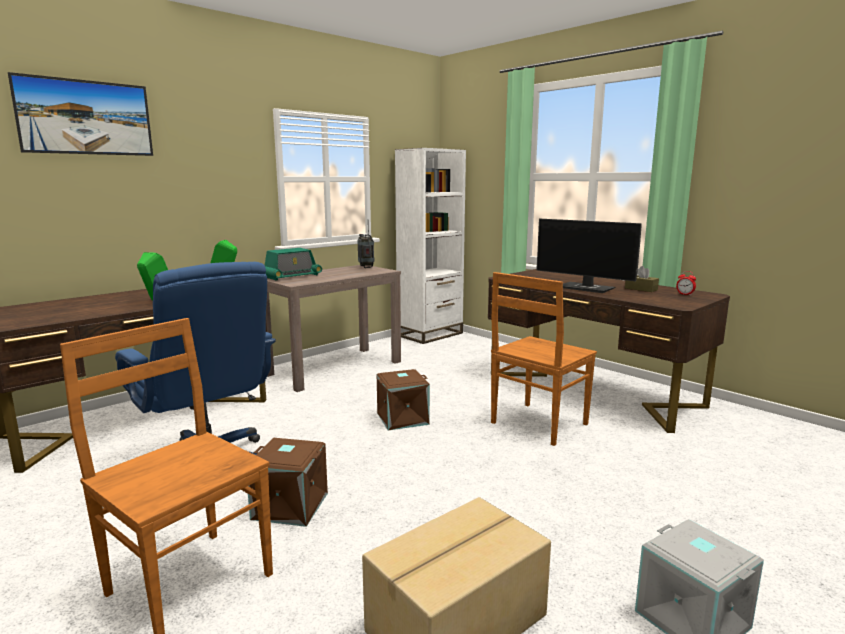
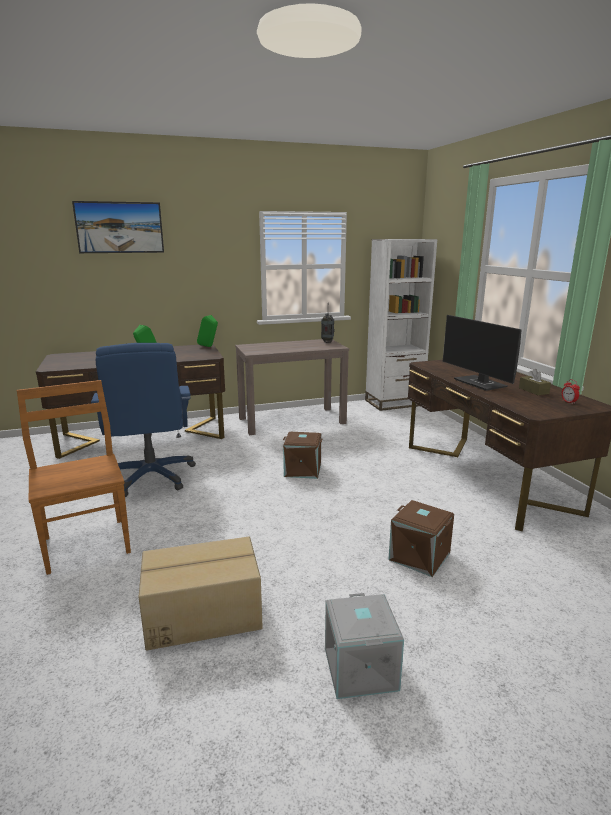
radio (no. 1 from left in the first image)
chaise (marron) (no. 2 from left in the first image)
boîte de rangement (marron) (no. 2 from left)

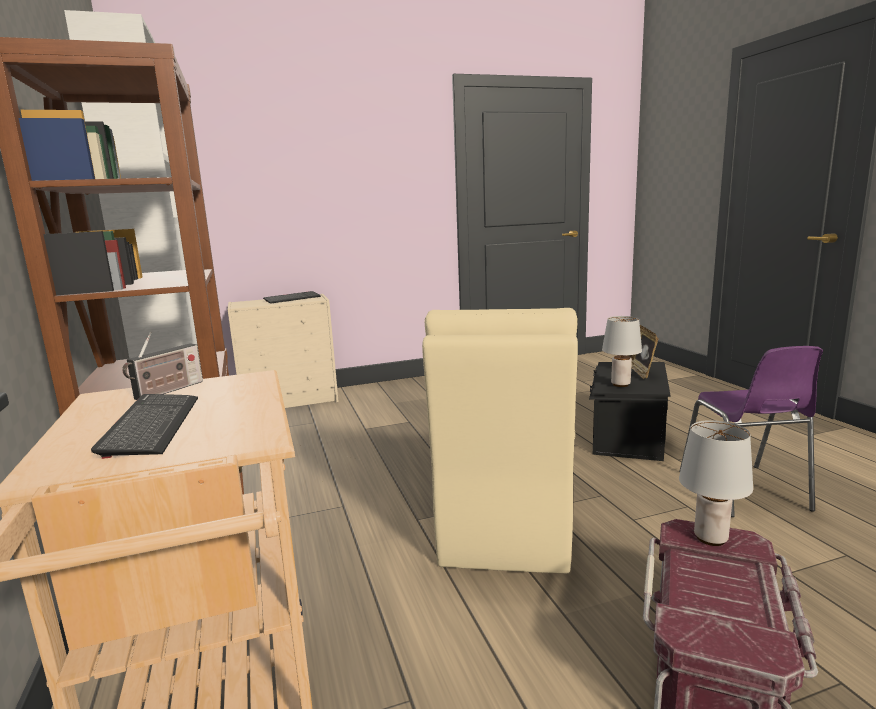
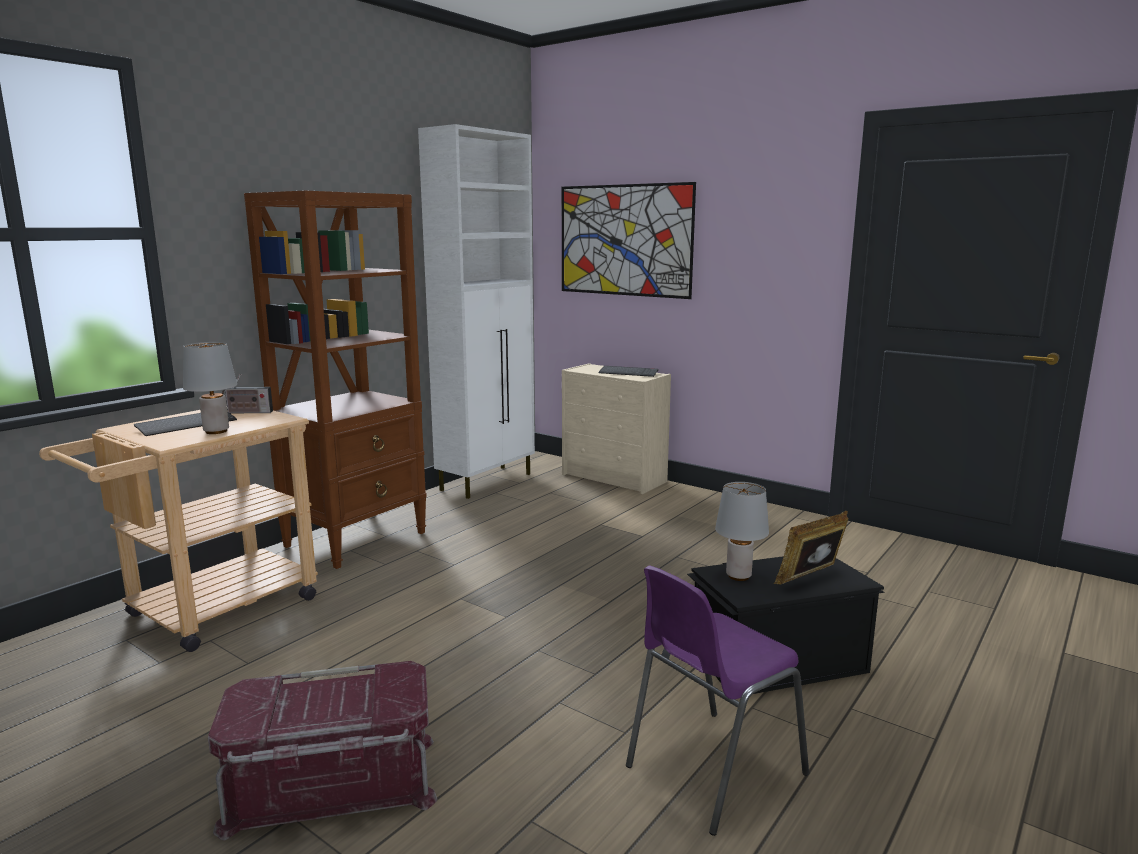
chaise (beige)
tableau
lampe de table (gris) (no. 1 from left)

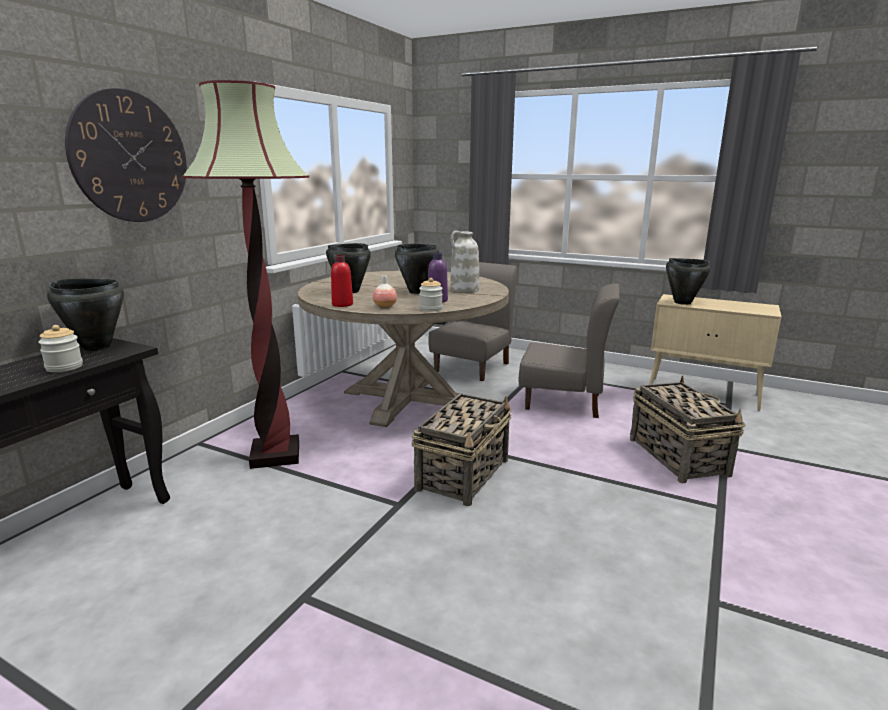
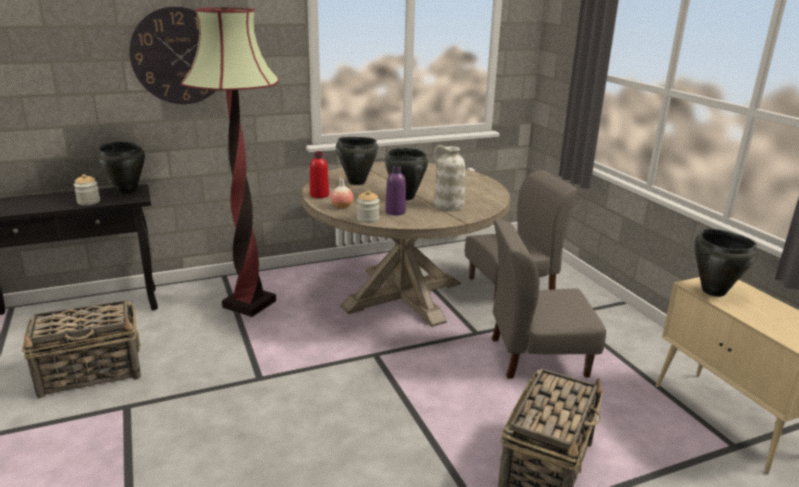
panier (no. 1 from left)
chaise (gris) (no. 2 from left)

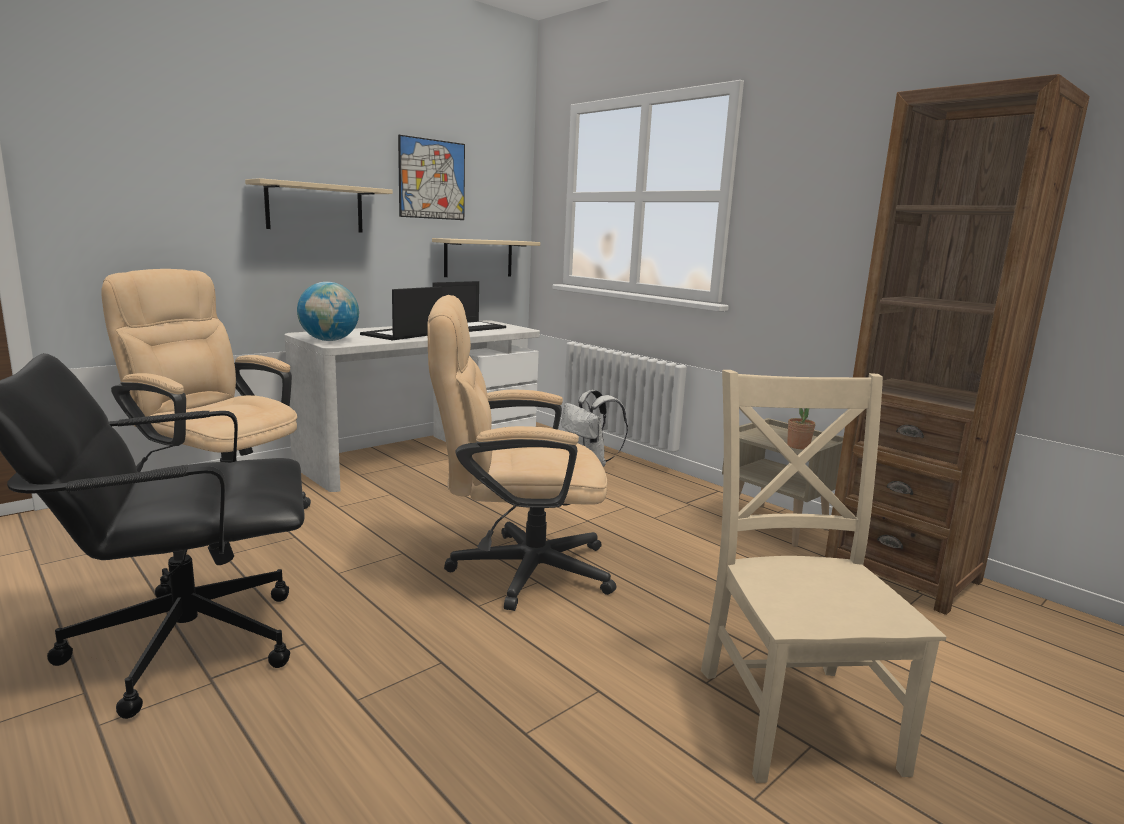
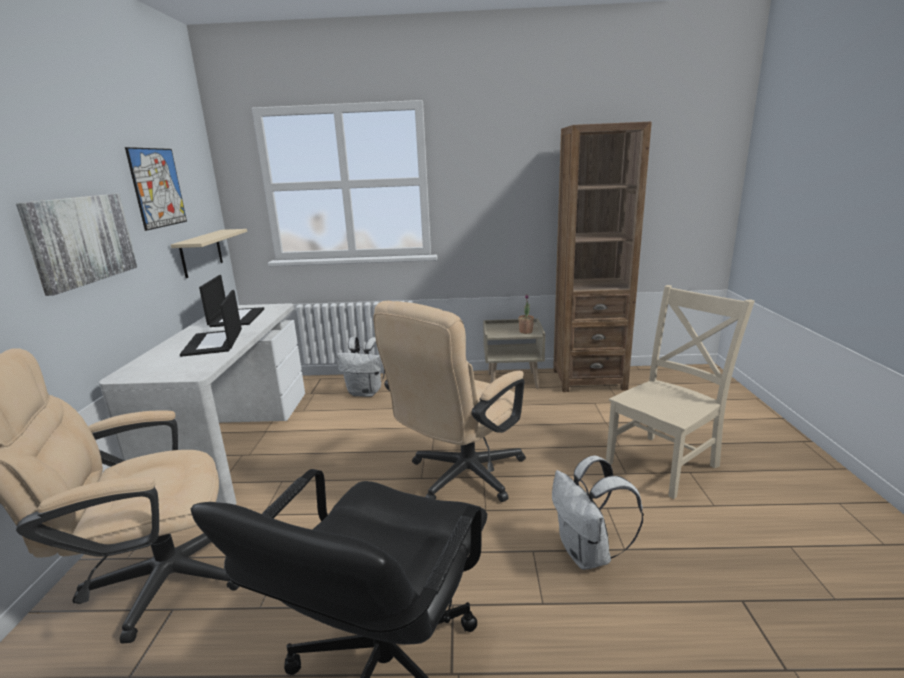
globe
sac à dos (blanc) (no. 2 from left)
tableau (no. 1 from left)
chaise (beige)

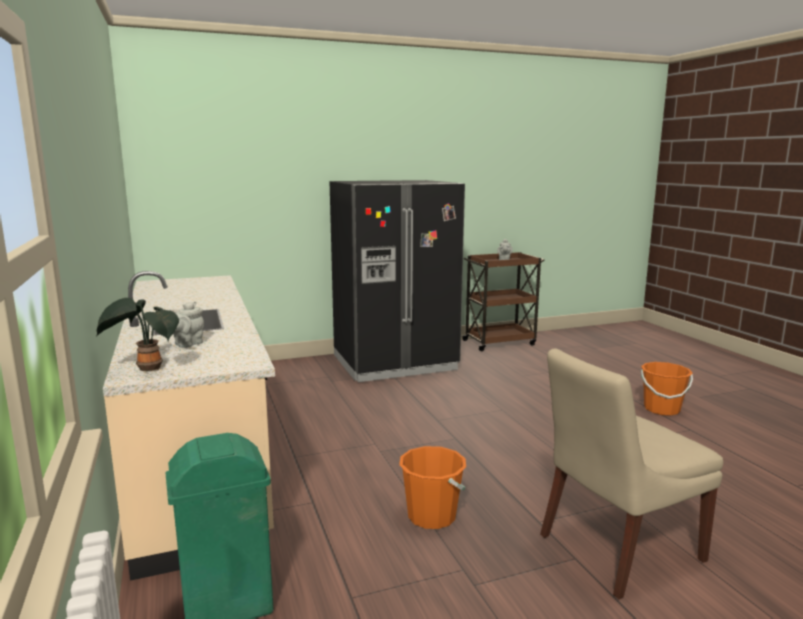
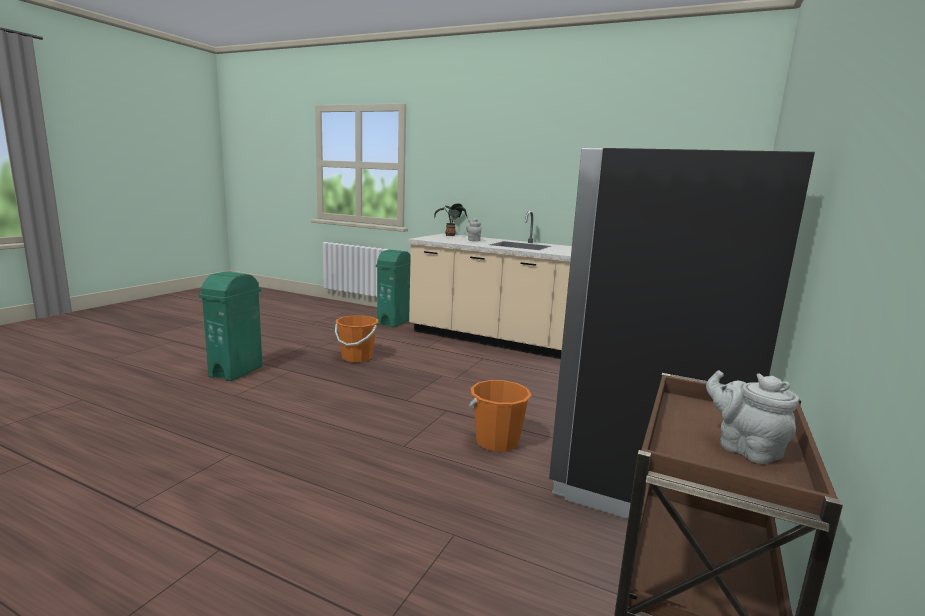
seau (orange) (no. 2 from left)
poubelle (vert) (no. 1 from left)

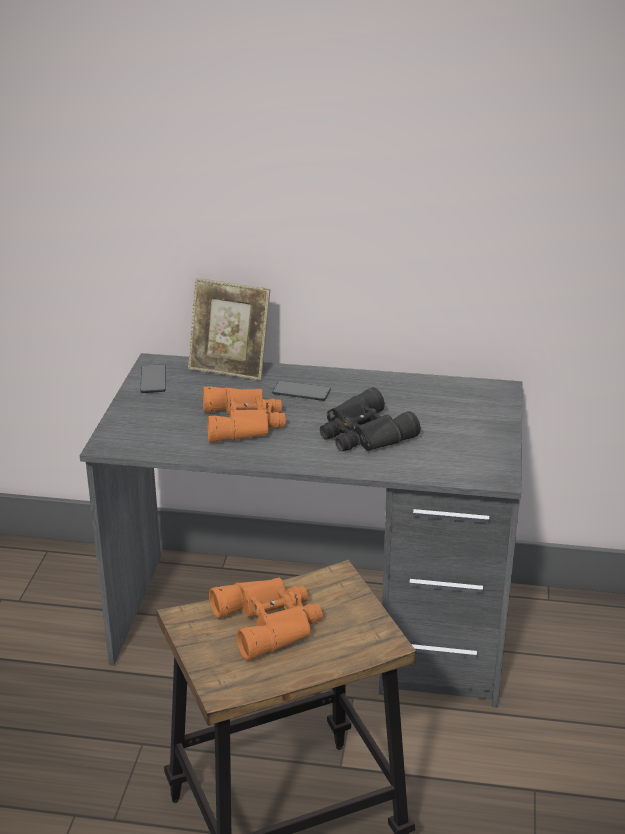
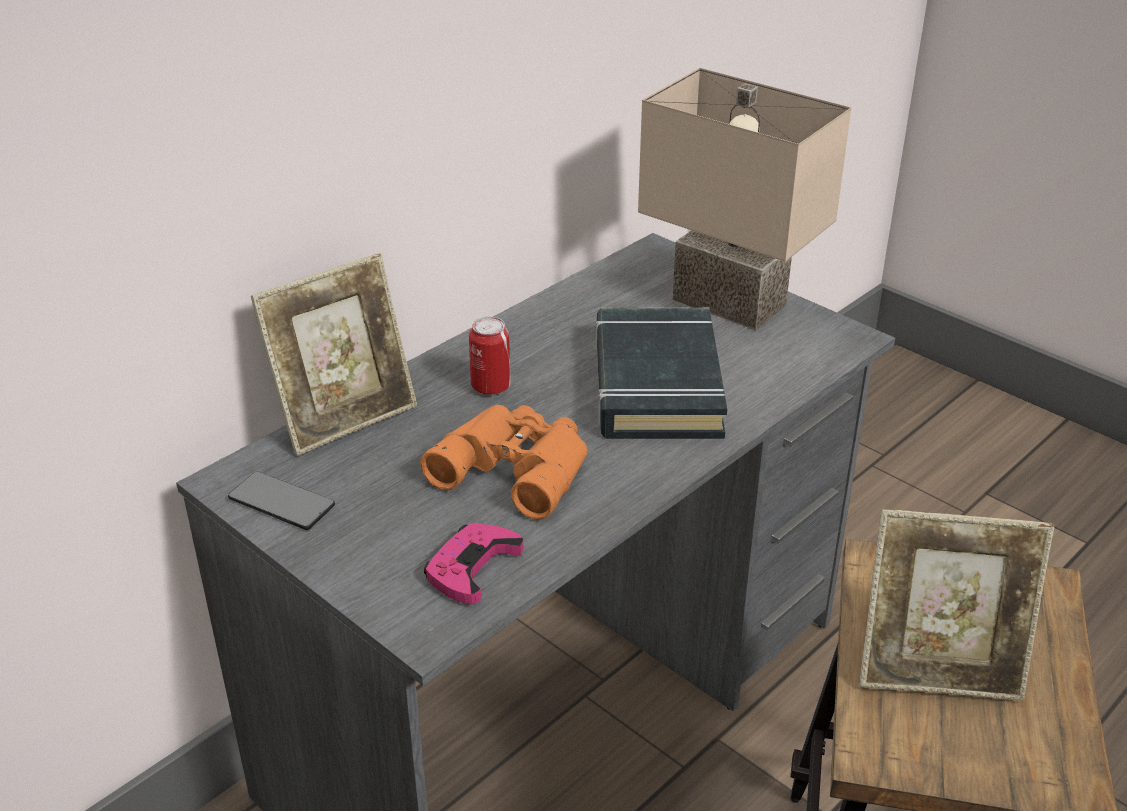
manette (rose)
lampe de table (beige)
cadre photo (no. 2 from left)
boîte métallique
livre (noir)

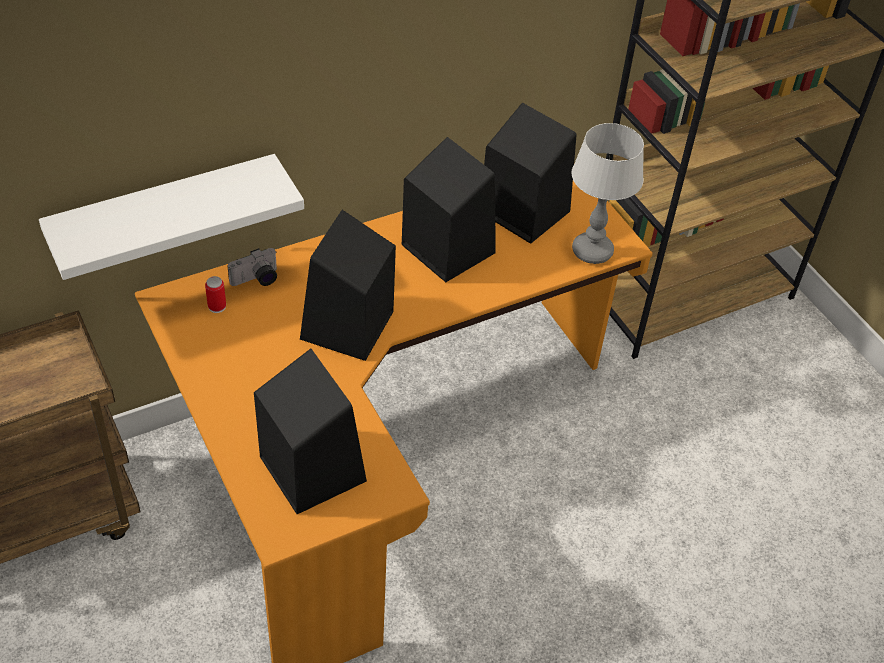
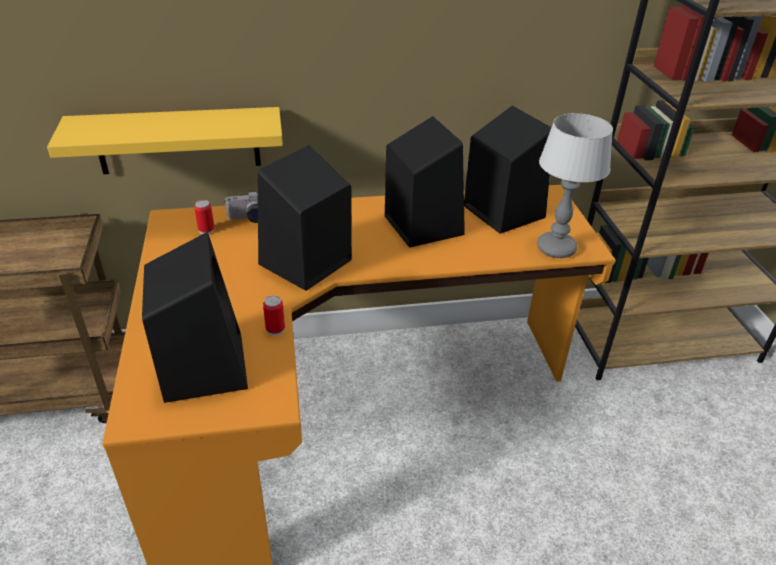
boîte métallique (no. 2 from left)
étagère (jaune)

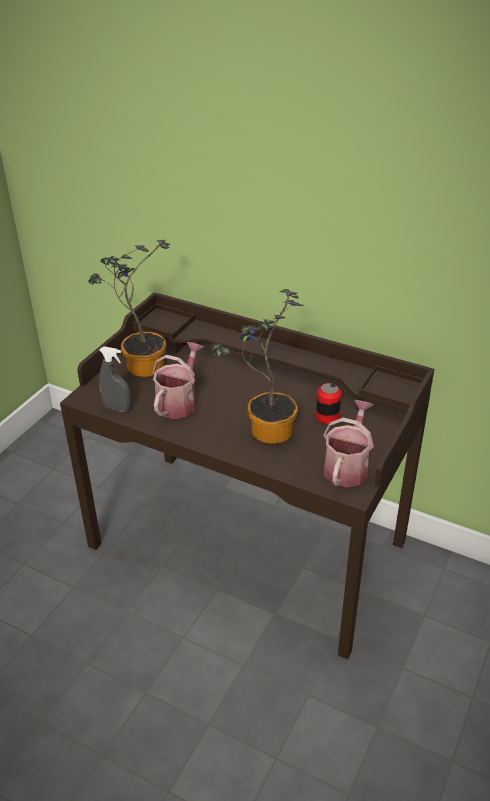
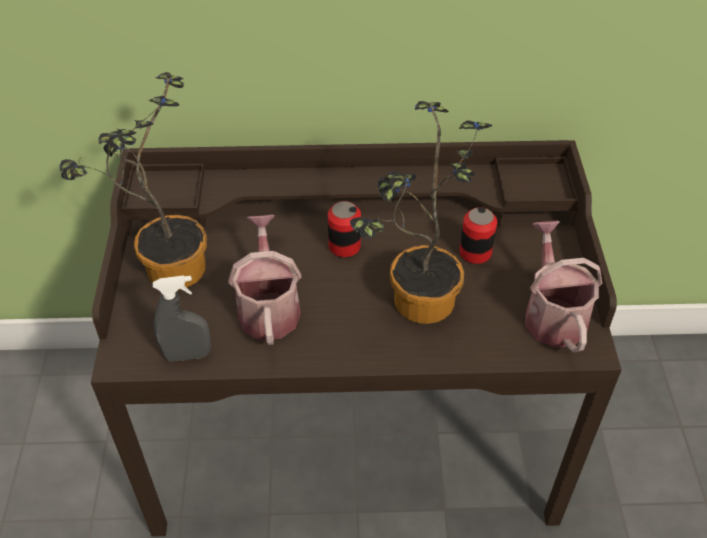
boîte métallique (no. 1 from left)

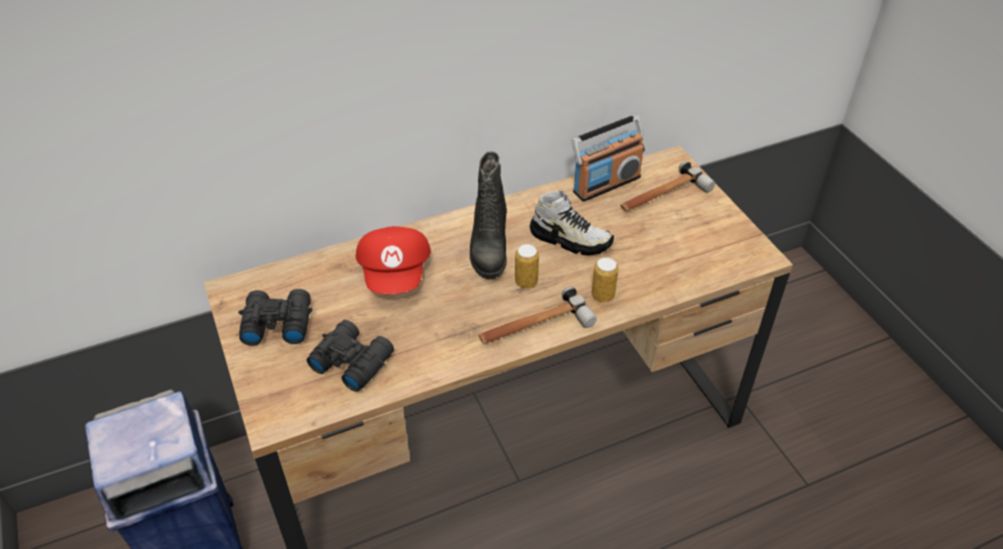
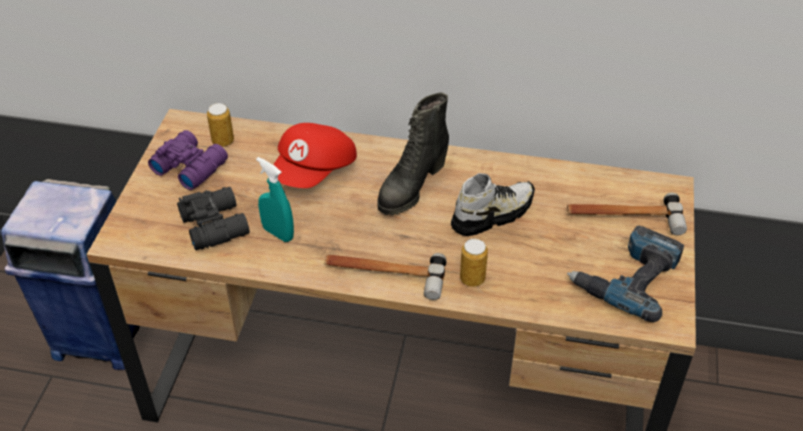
radio
vaporisateur (turquoise)
perceuse
boîte métallique (no. 1 from left)
jumelles (violet)
chaussure

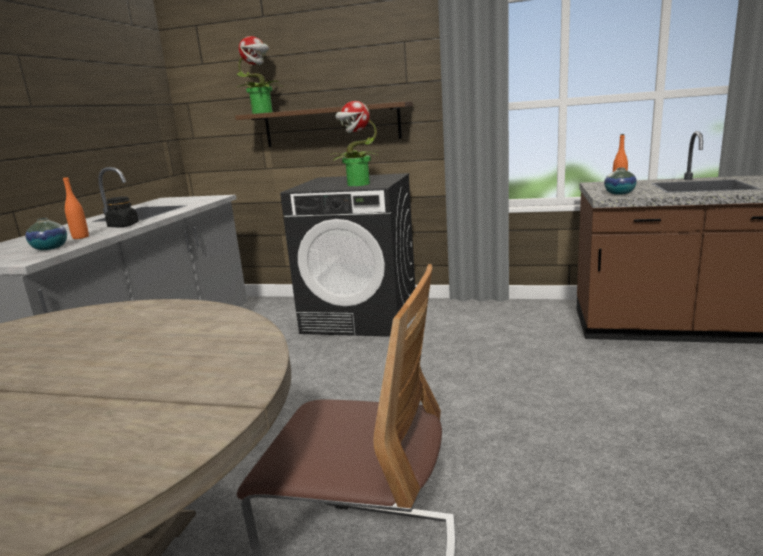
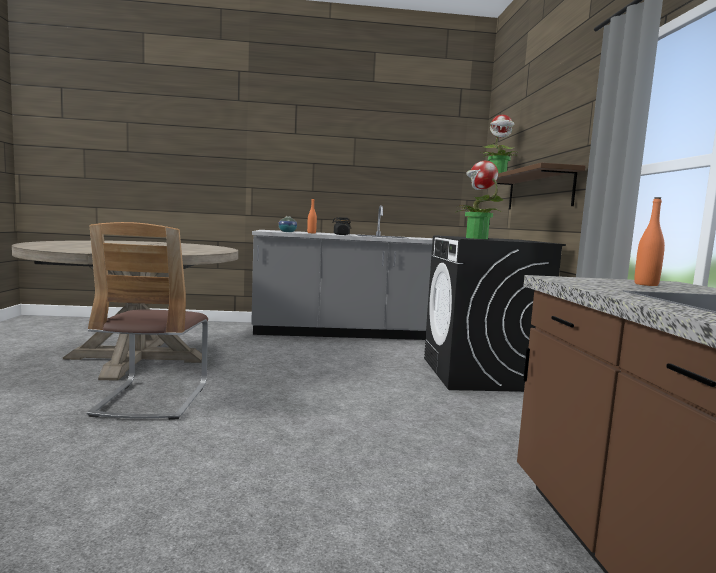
vase (no. 2 from left in the first image)

